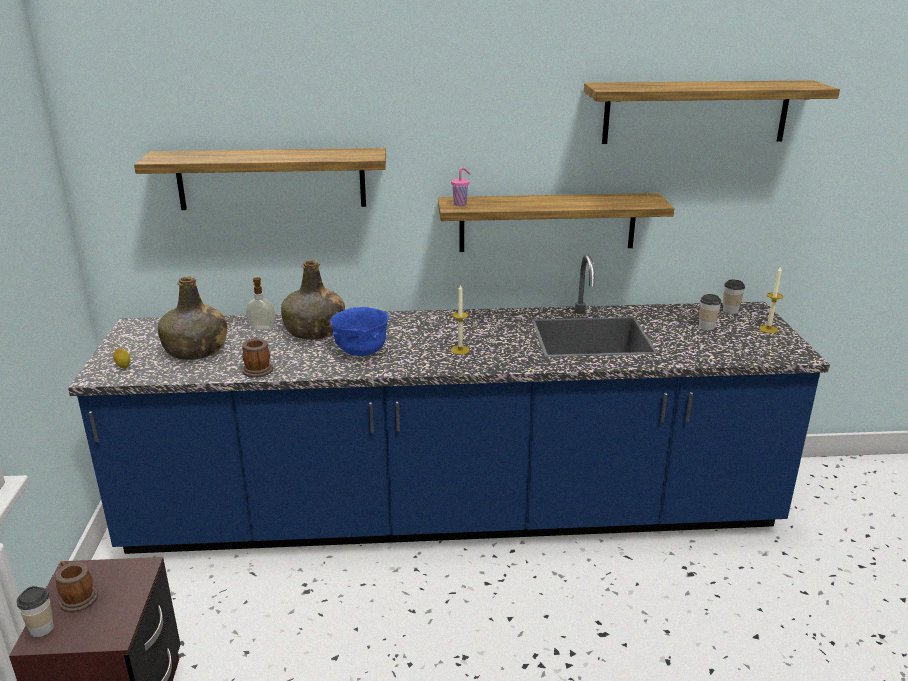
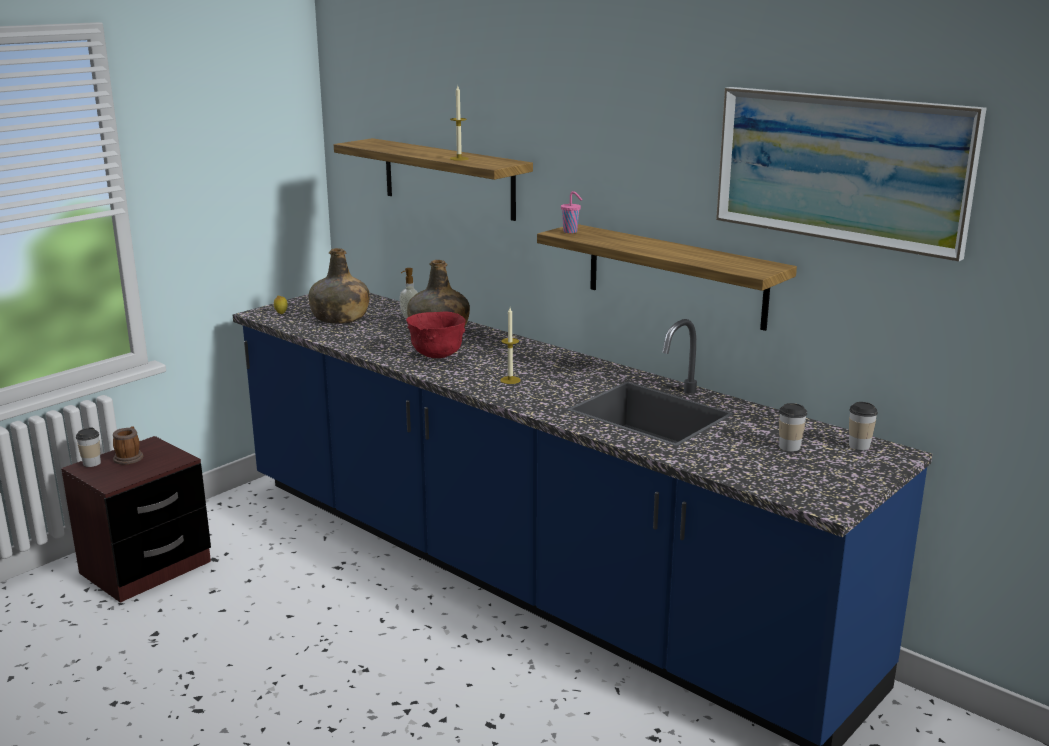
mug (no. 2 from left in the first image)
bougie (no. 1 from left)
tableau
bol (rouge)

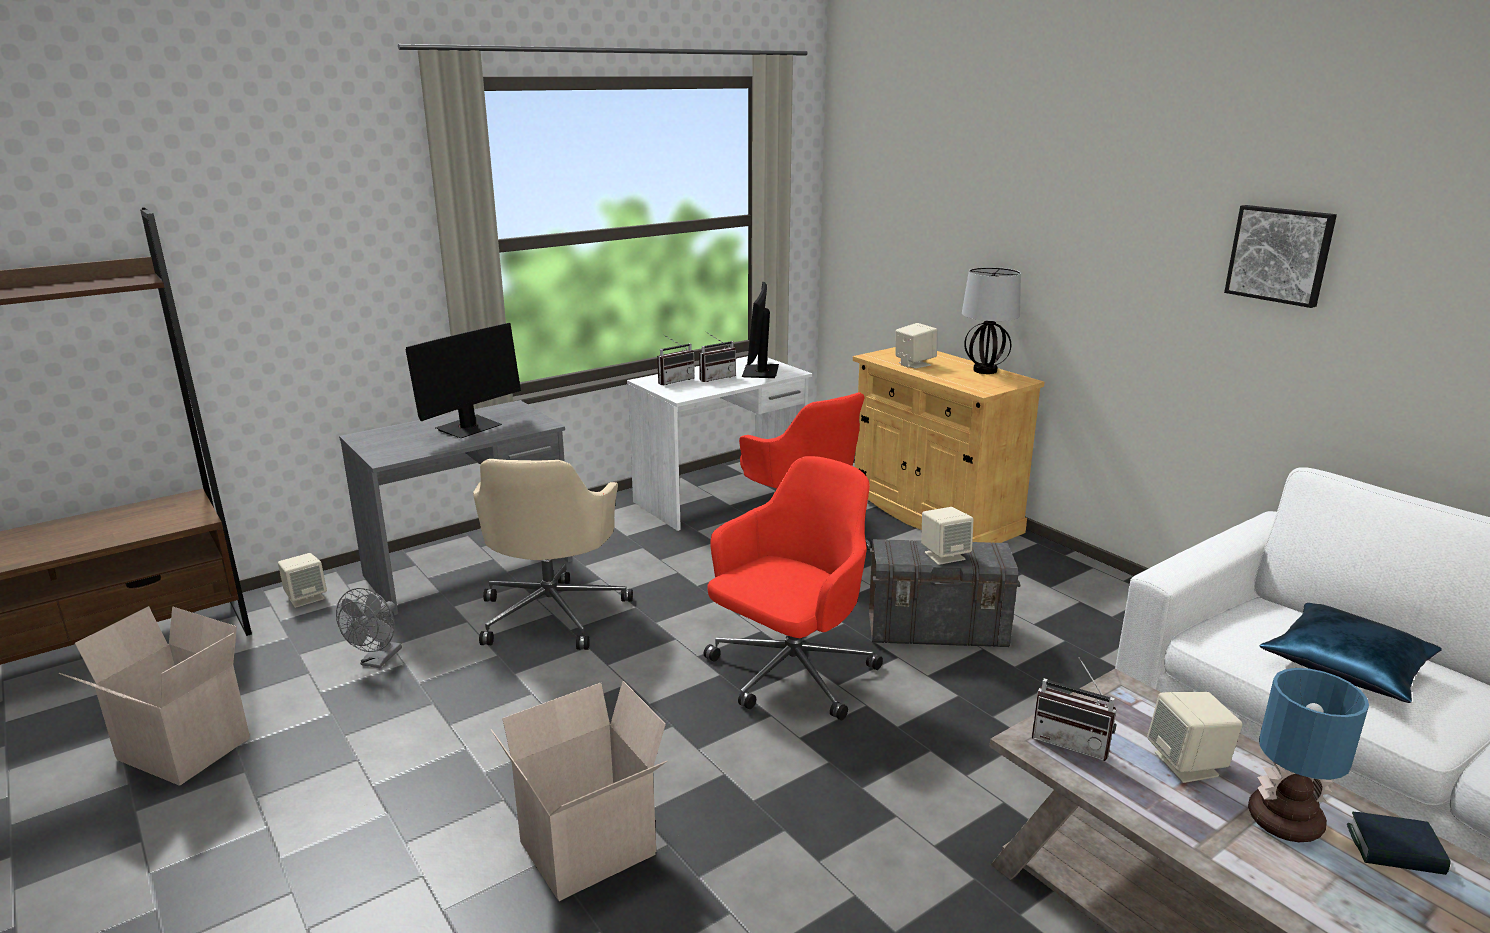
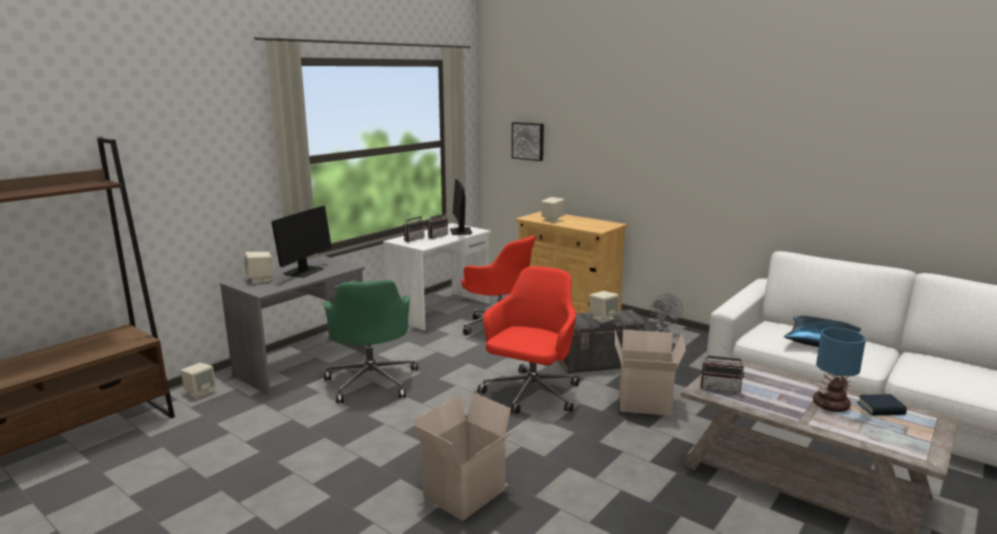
lampe de table (no. 1 from left in the first image)
carton (no. 2 from left)
ventilateur (gris)
enceinte (beige) (no. 2 from left)
tableau
chaise de bureau (vert)

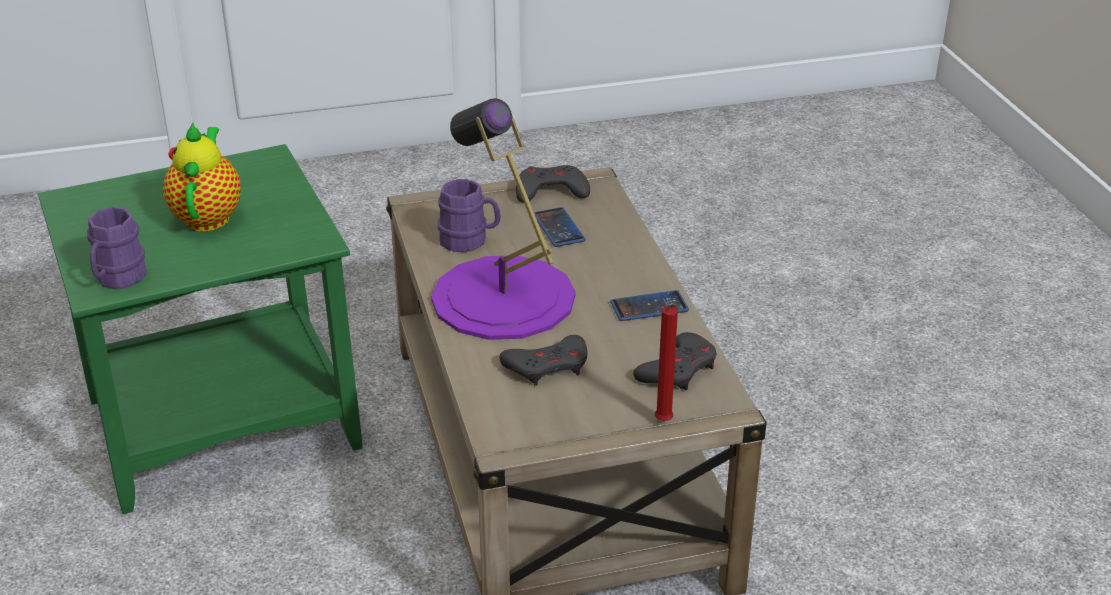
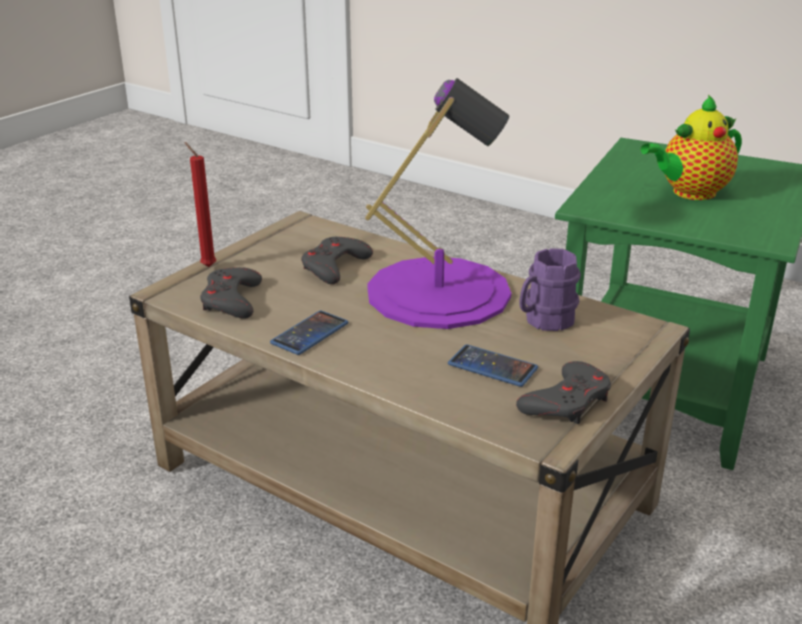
mug (violet) (no. 1 from left in the first image)
théière

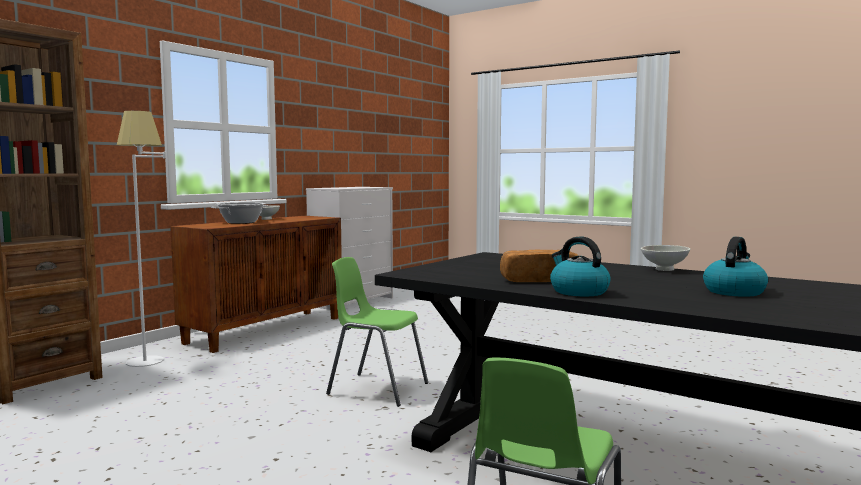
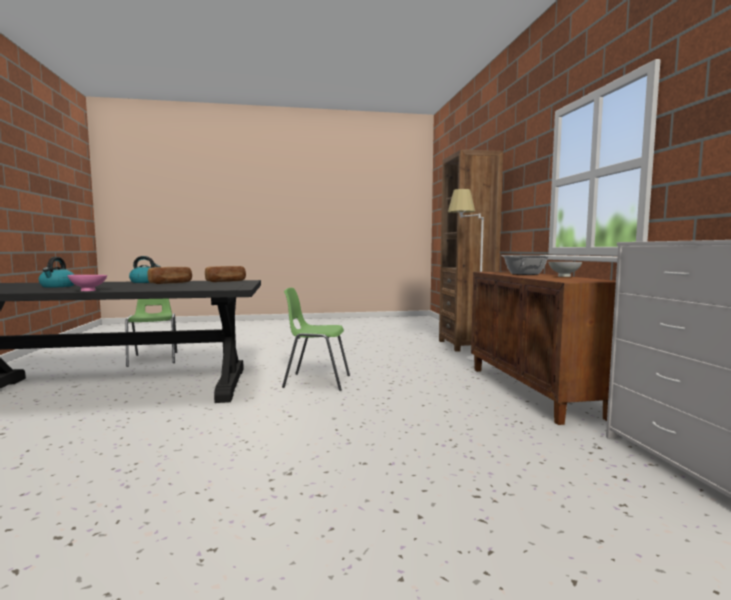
pain (no. 2 from left)
bol (rose)
chaise (vert) (no. 2 from left)

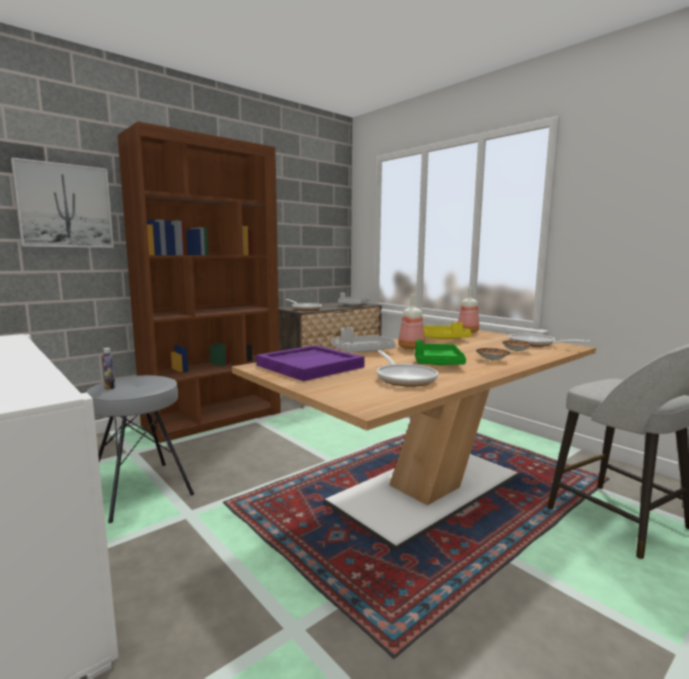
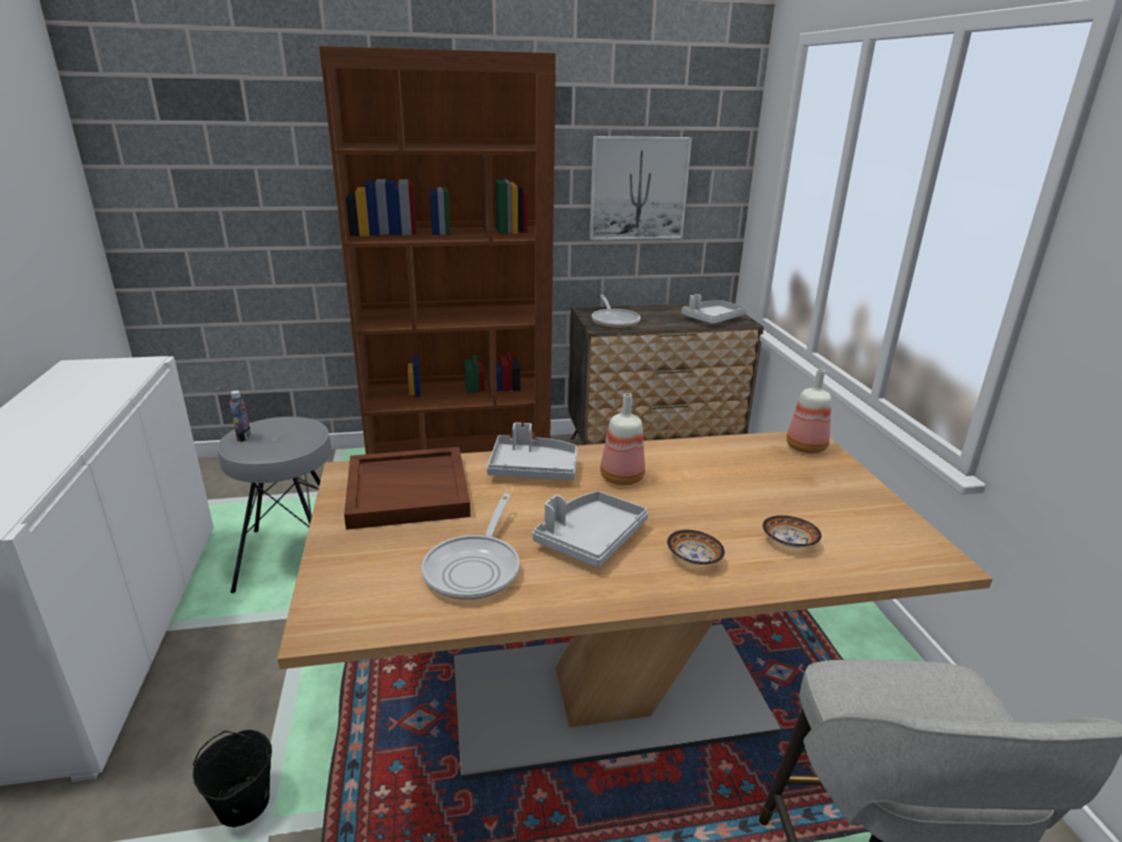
plateau (jaune)
poêle (no. 3 from left in the first image)
seau (noir)
tableau
plateau (marron)
plateau (gris) (no. 2 from left)

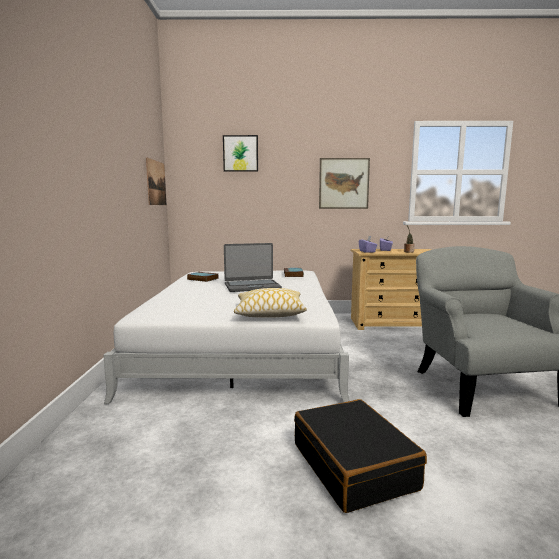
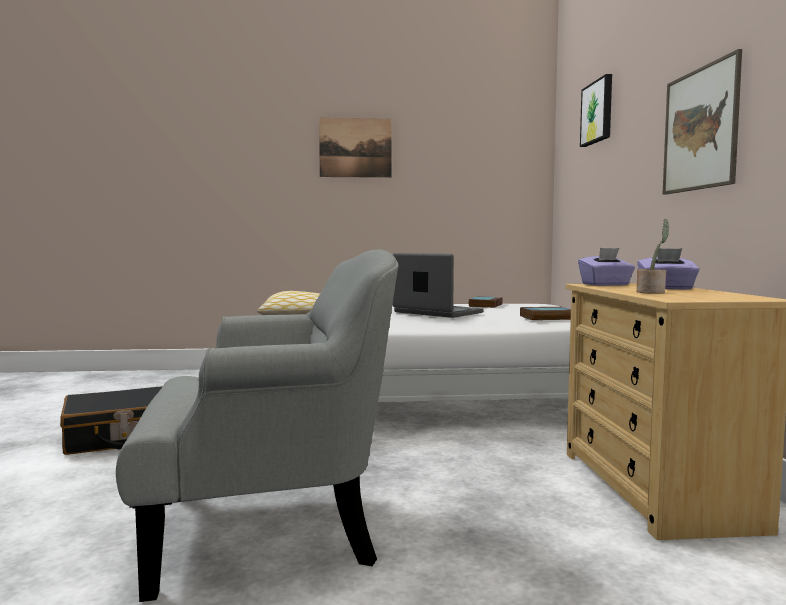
tableau (no. 1 from left)
ordinateur portable

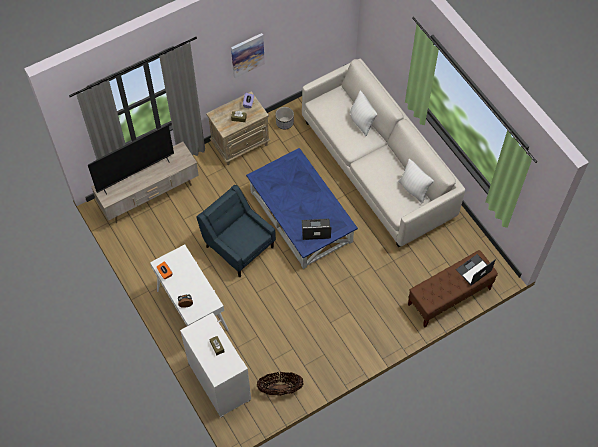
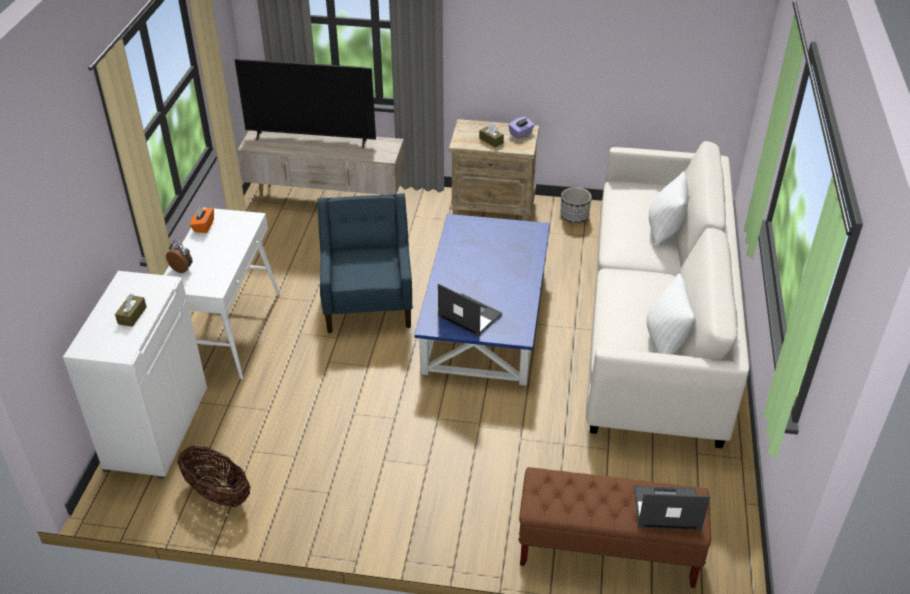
tableau

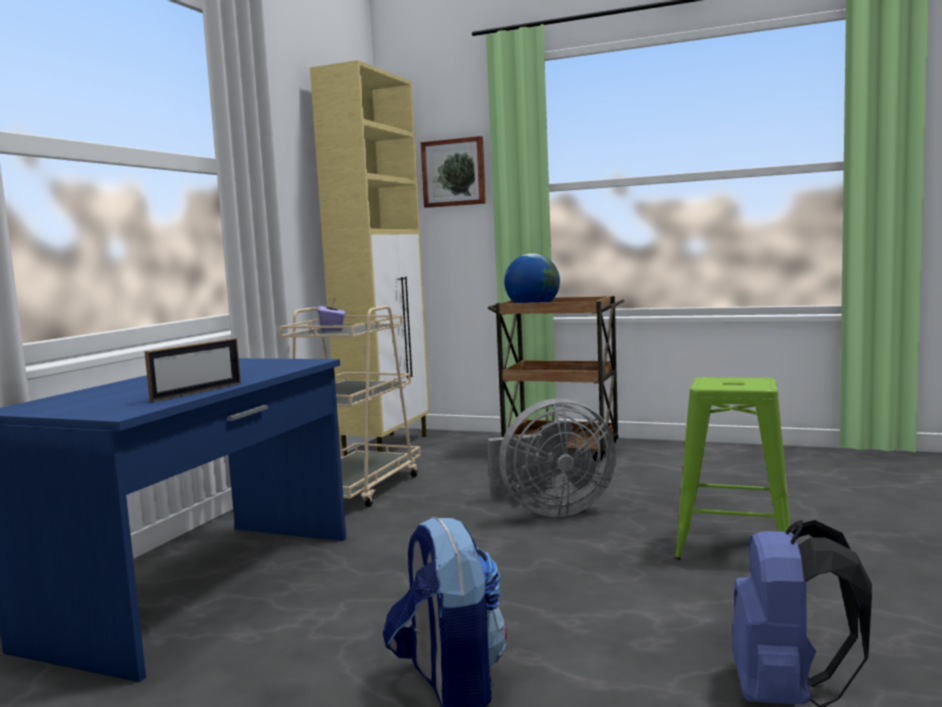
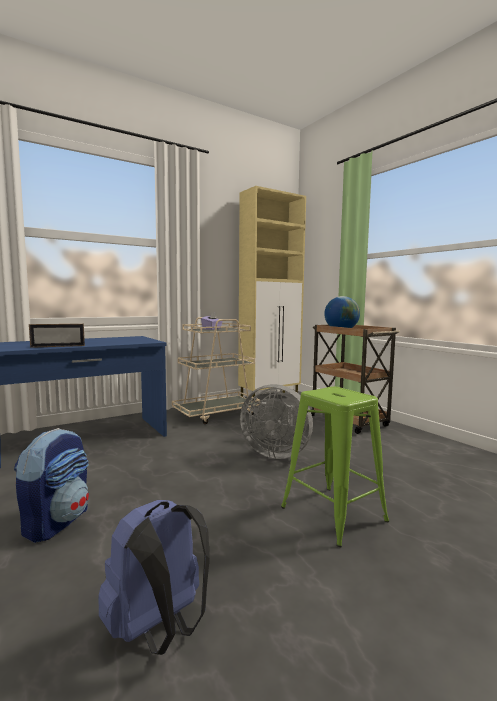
tableau

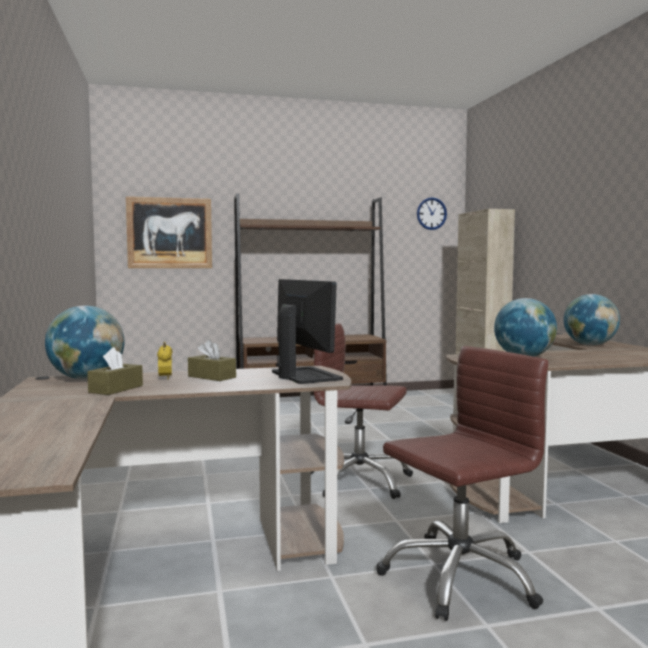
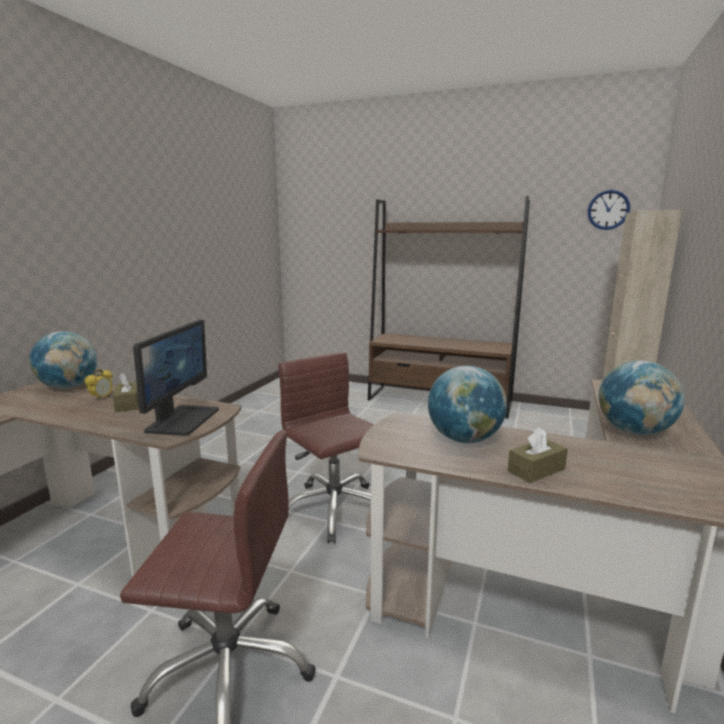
tableau
boîte à mouchoirs (marron) (no. 2 from left)

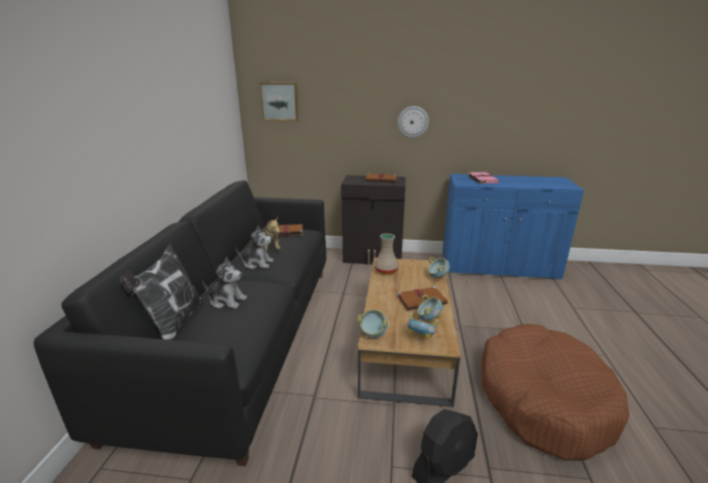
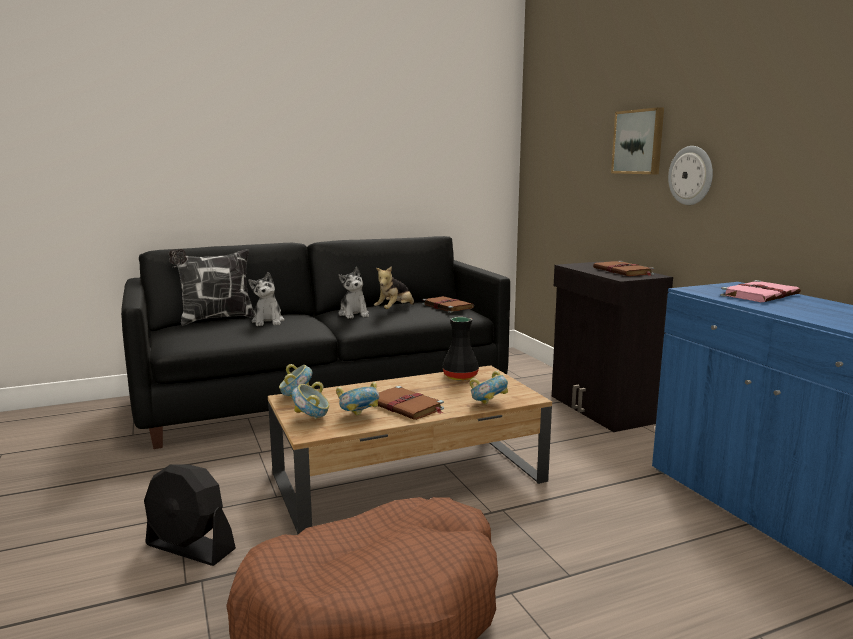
tableau
vase (noir)

